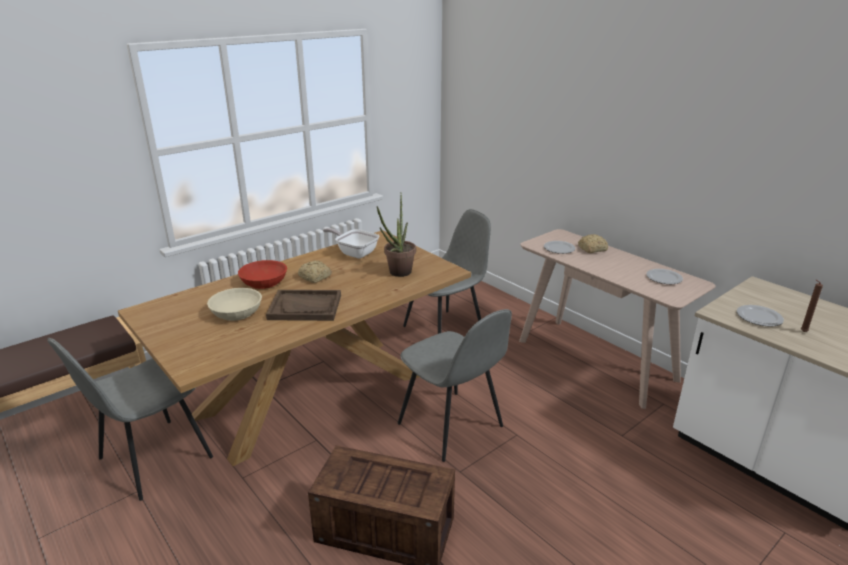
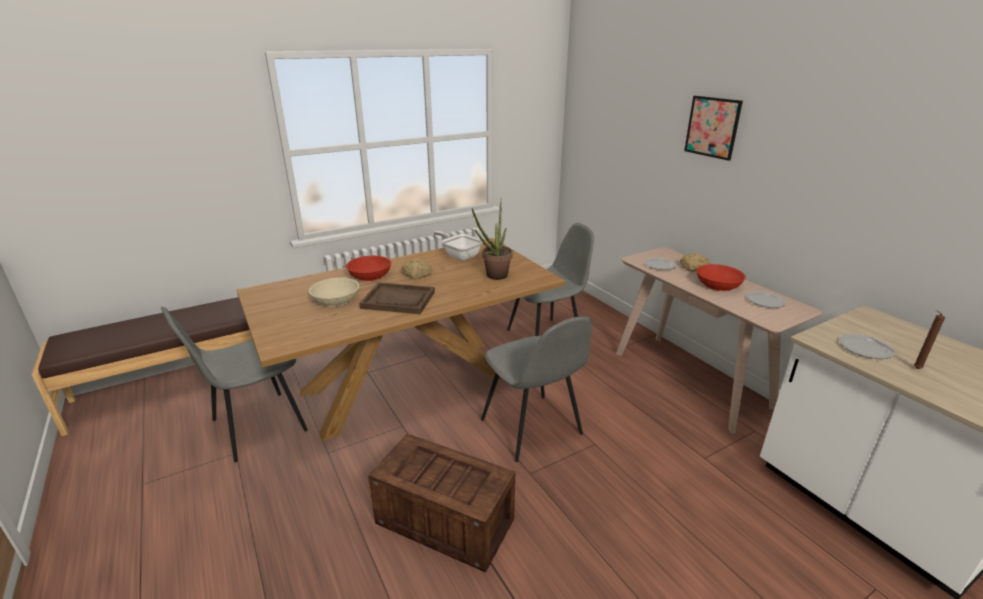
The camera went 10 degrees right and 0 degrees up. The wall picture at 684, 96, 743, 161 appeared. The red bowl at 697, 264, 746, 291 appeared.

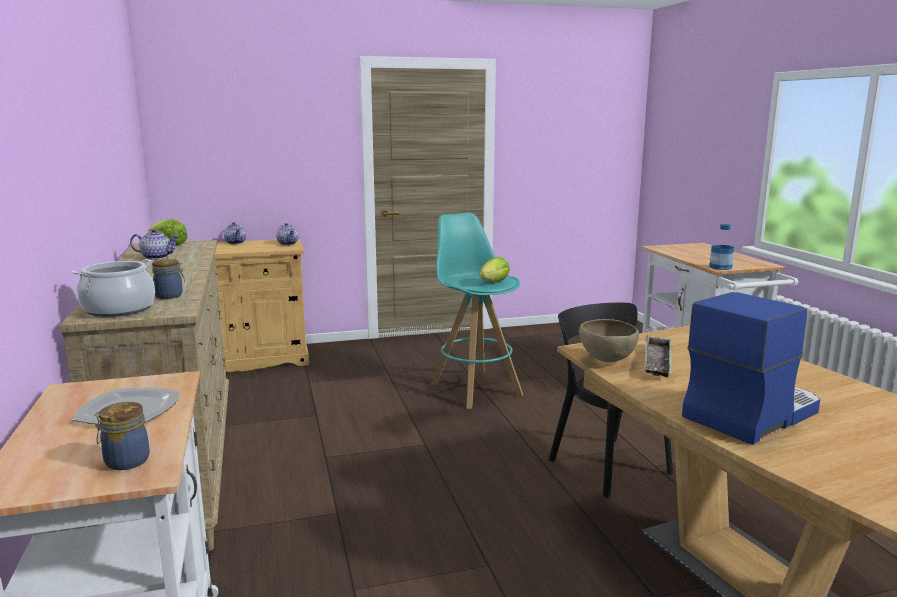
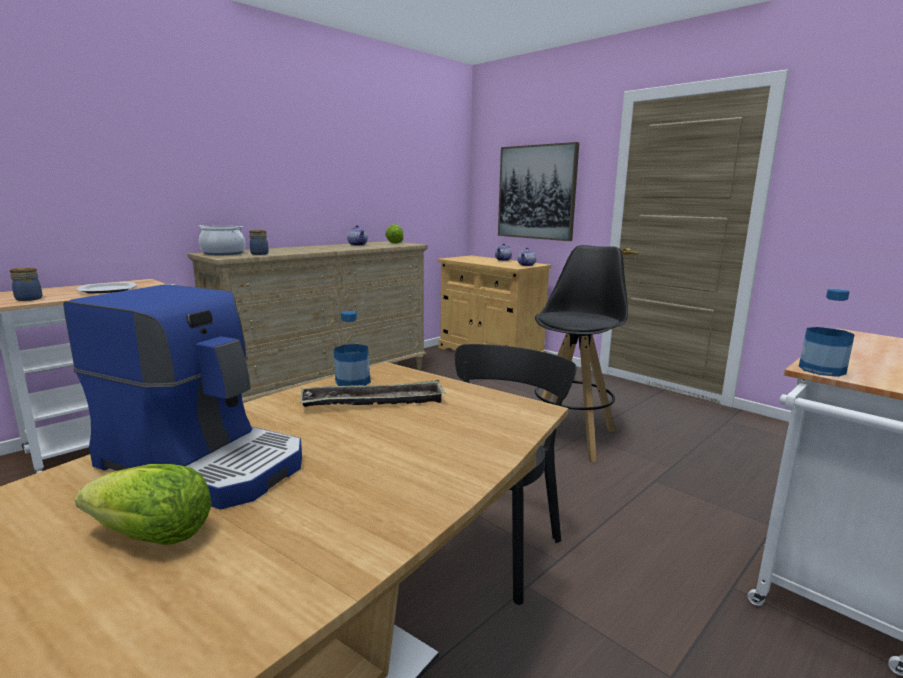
The camera went 60 degrees right and 0 degrees up. The wall picture at 498, 142, 579, 241 appeared. The head of lettuce moved from 479, 257, 510, 282 to 75, 464, 212, 545. The brownish bowl at 579, 319, 639, 362 was replaced by the beverage bottle at 334, 311, 371, 386. The turquoise sitting stool at 431, 212, 523, 409 became the blackish sitting stool at 535, 245, 628, 462.

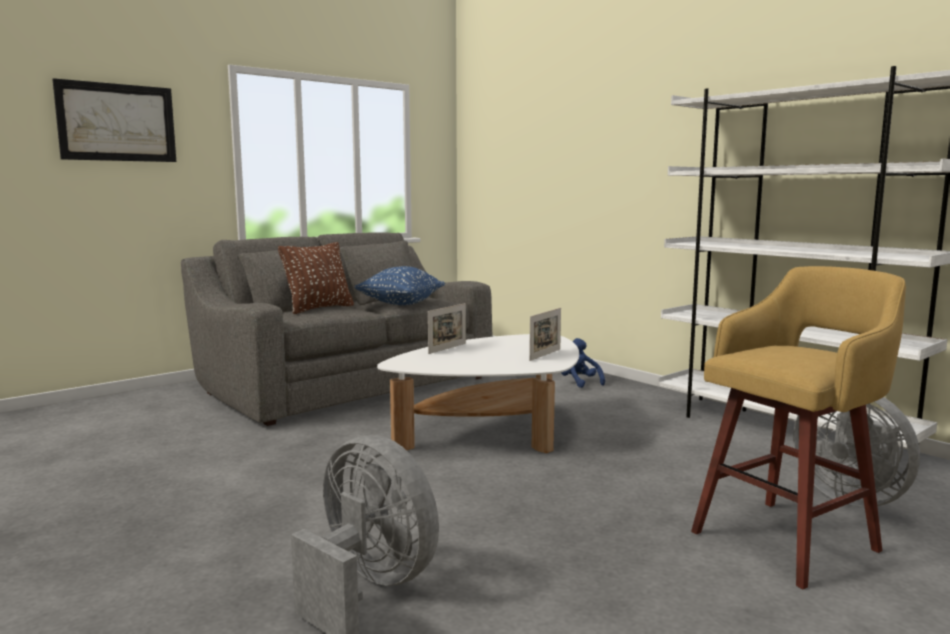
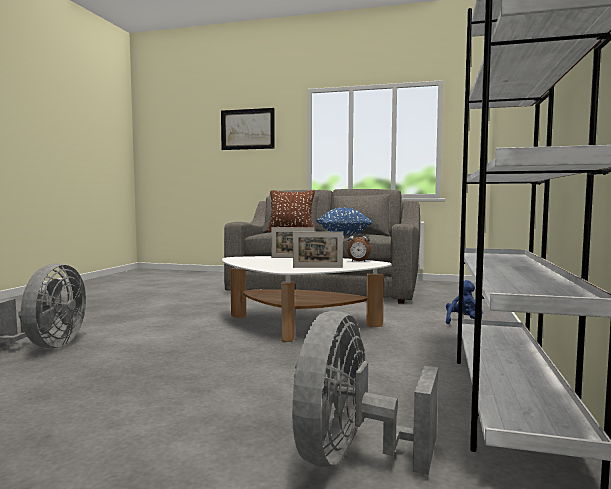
The camera went 55 degrees right and 5 degrees down. The yellow sitting stool at 691, 266, 906, 589 disappeared. The table clock at 347, 229, 371, 262 appeared.

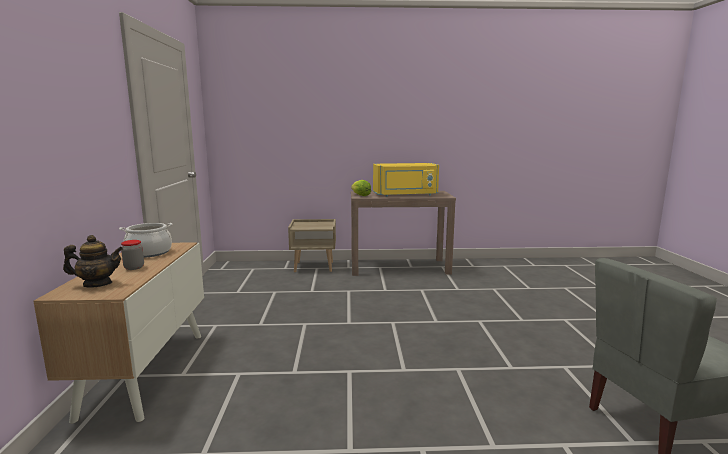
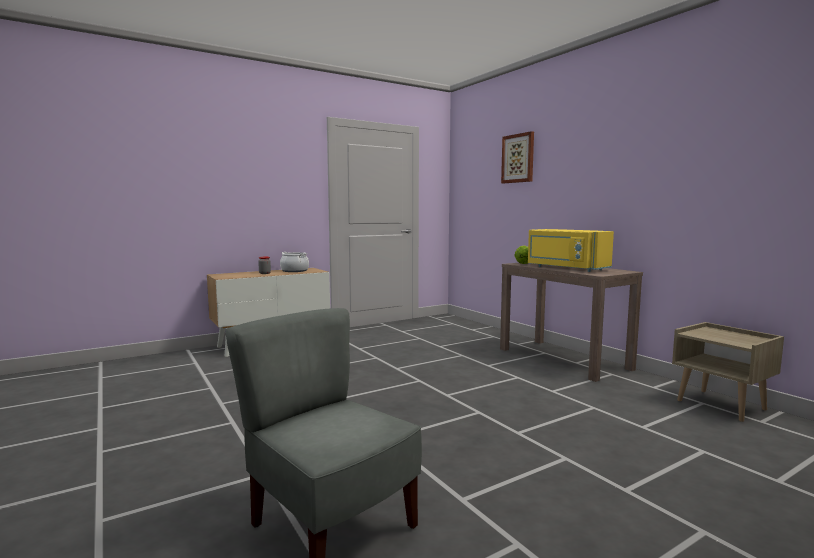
The camera went 60 degrees right and 5 degrees down. The pot for tea at 63, 235, 123, 288 disappeared. The wall picture at 501, 131, 534, 183 appeared. The beige-coloured nightstand moved from 288, 219, 336, 272 to 672, 322, 784, 422.

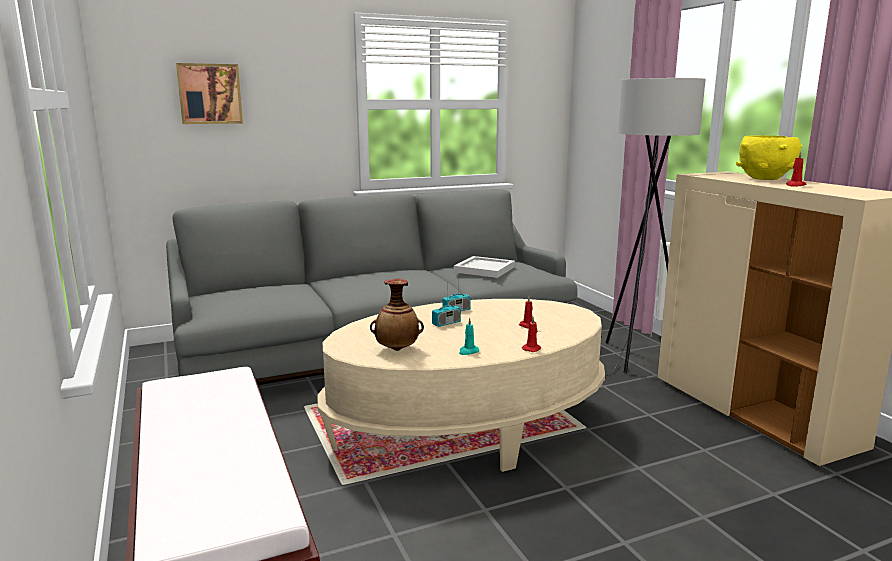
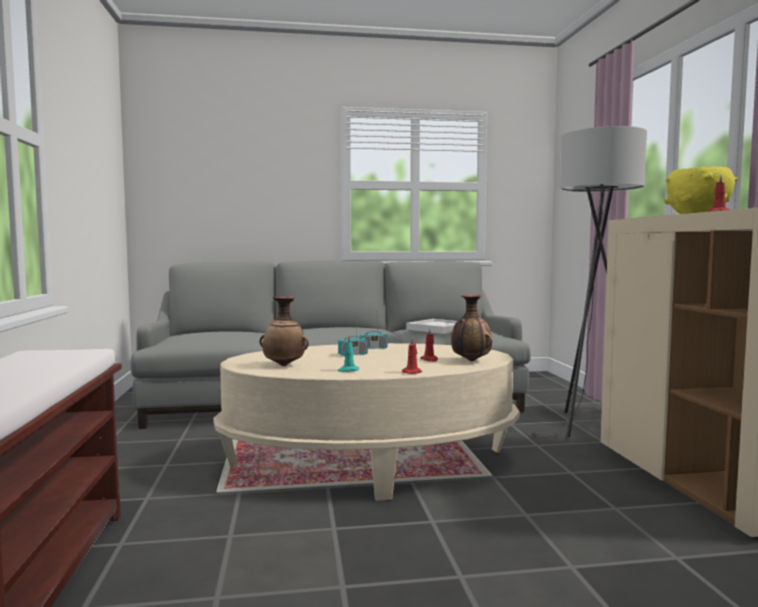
The camera went 15 degrees right and 10 degrees down. The wall picture at 176, 63, 243, 124 disappeared. The decorative vase at 451, 294, 493, 361 appeared.

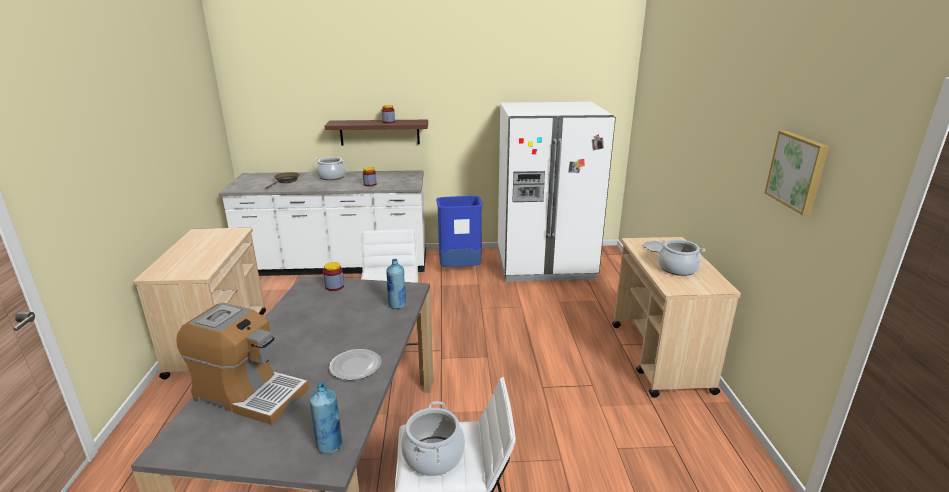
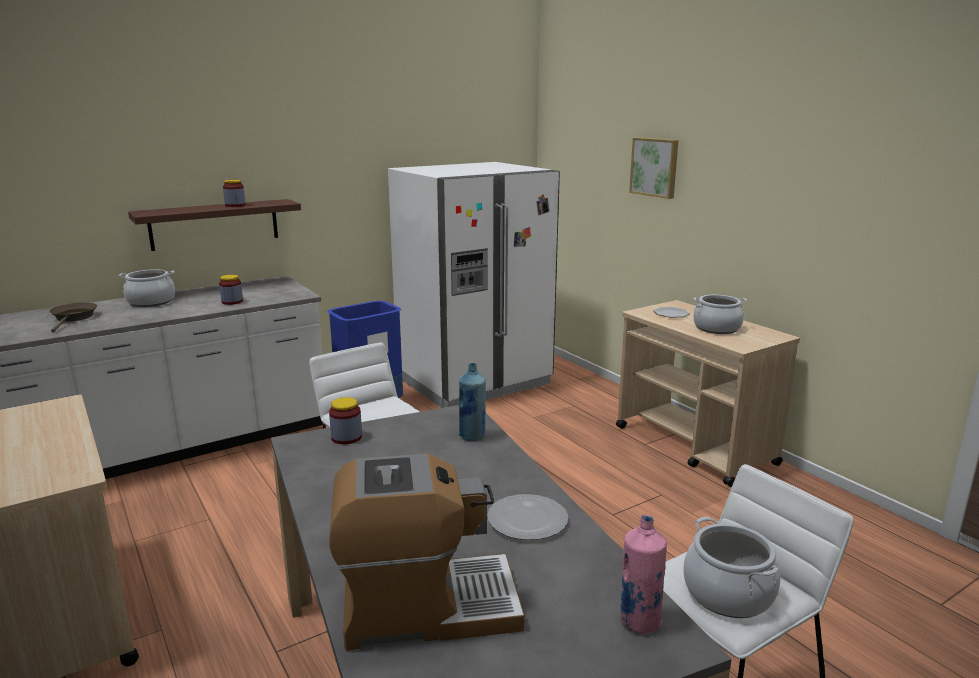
The camera went 30 degrees left and 5 degrees down. The wall picture moved from 765, 131, 829, 215 to 629, 137, 678, 199. The blue beverage bottle at 310, 382, 342, 454 became the pink beverage bottle at 620, 515, 667, 634.

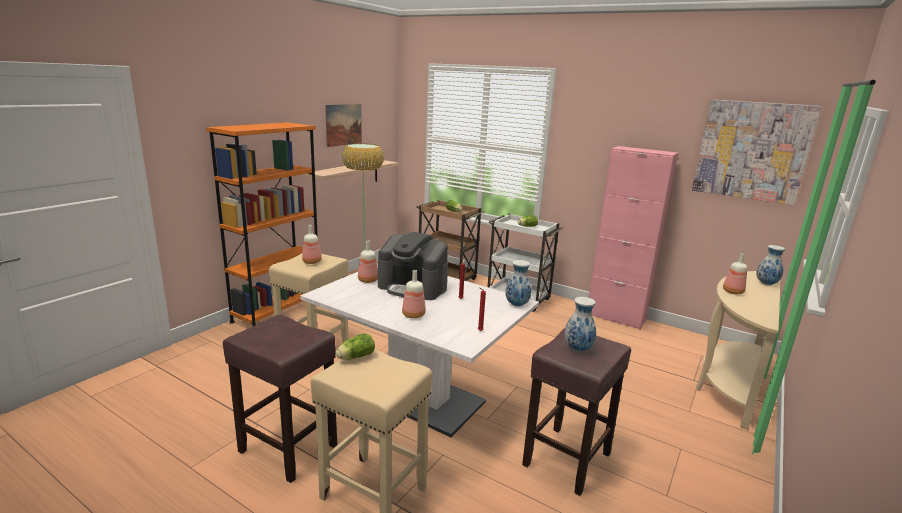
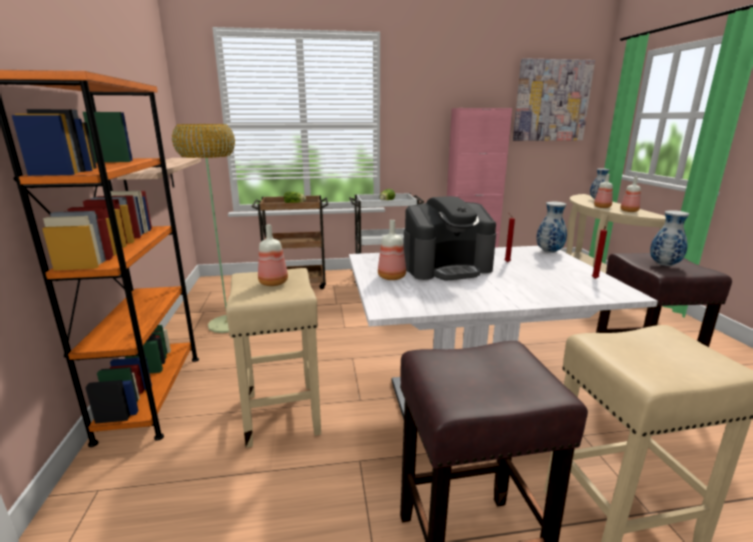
The camera went 40 degrees left and 0 degrees up. The wall picture at 325, 104, 362, 147 disappeared. The head of lettuce at 336, 334, 375, 360 disappeared. The beverage bottle moved from 402, 270, 426, 319 to 620, 176, 641, 212.

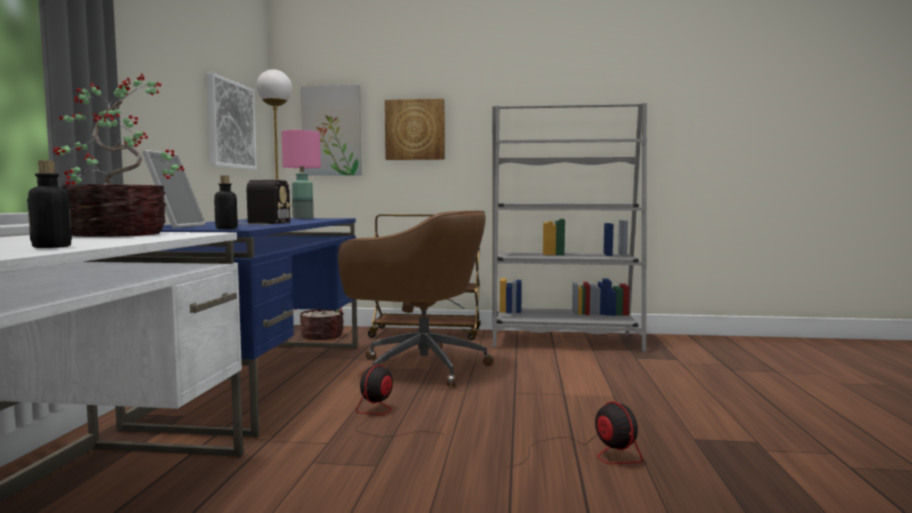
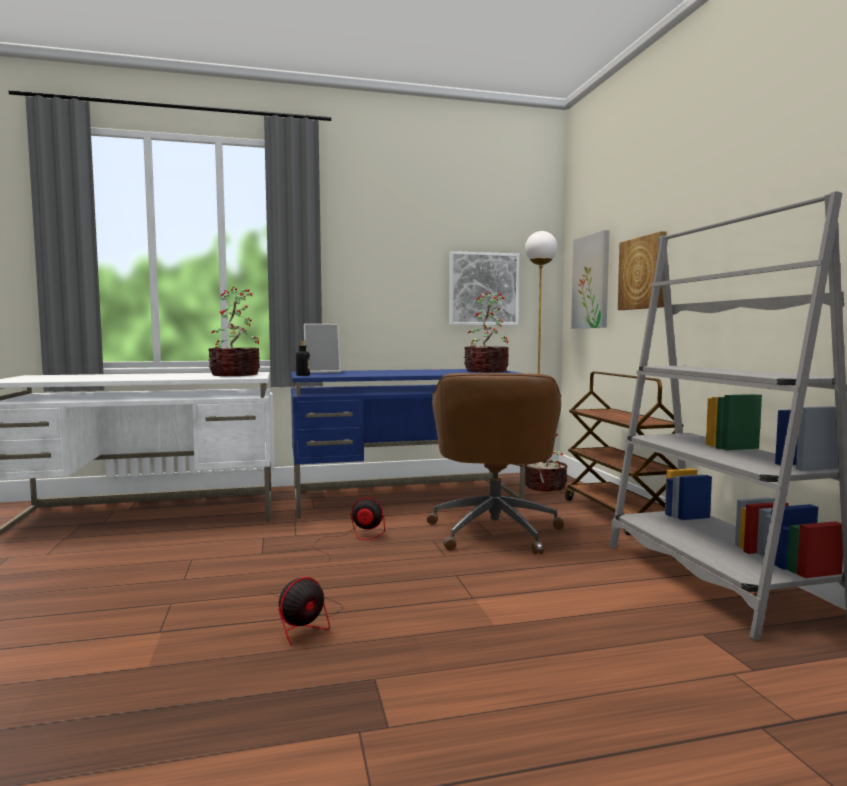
The camera went 70 degrees right and 0 degrees up. The beverage bottle at 27, 160, 72, 248 disappeared. The radio at 237, 180, 292, 225 disappeared. The pink tabletop lamp at 282, 130, 321, 219 was replaced by the potted plant at 464, 291, 509, 372.

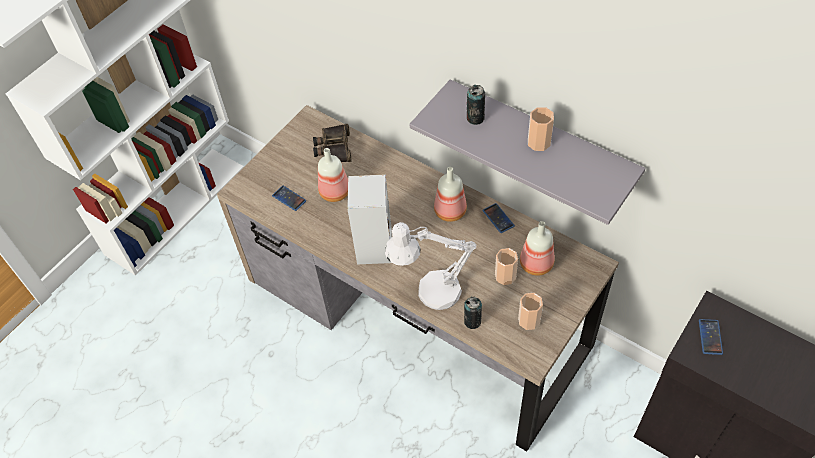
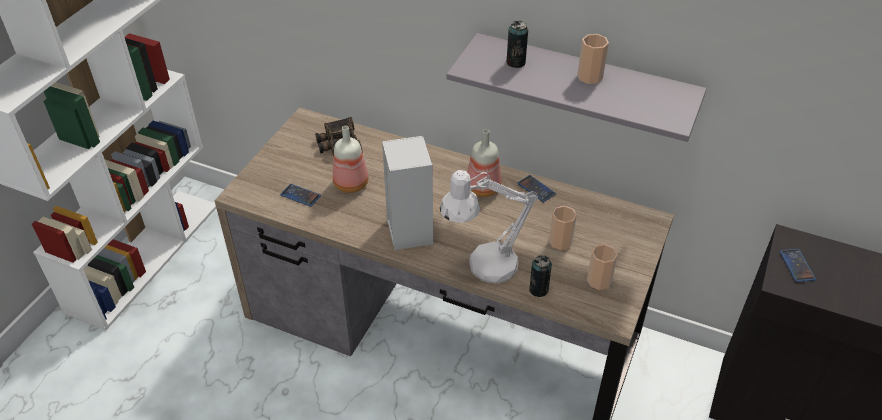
The camera went 15 degrees left and 10 degrees down. The beverage bottle at 520, 221, 555, 276 disappeared.

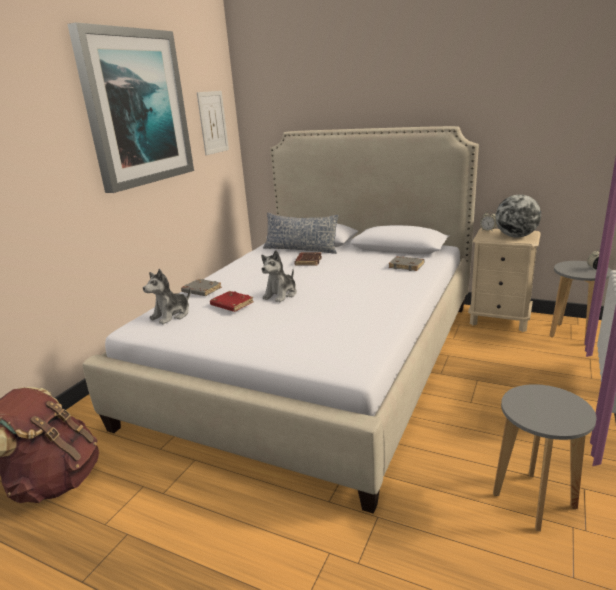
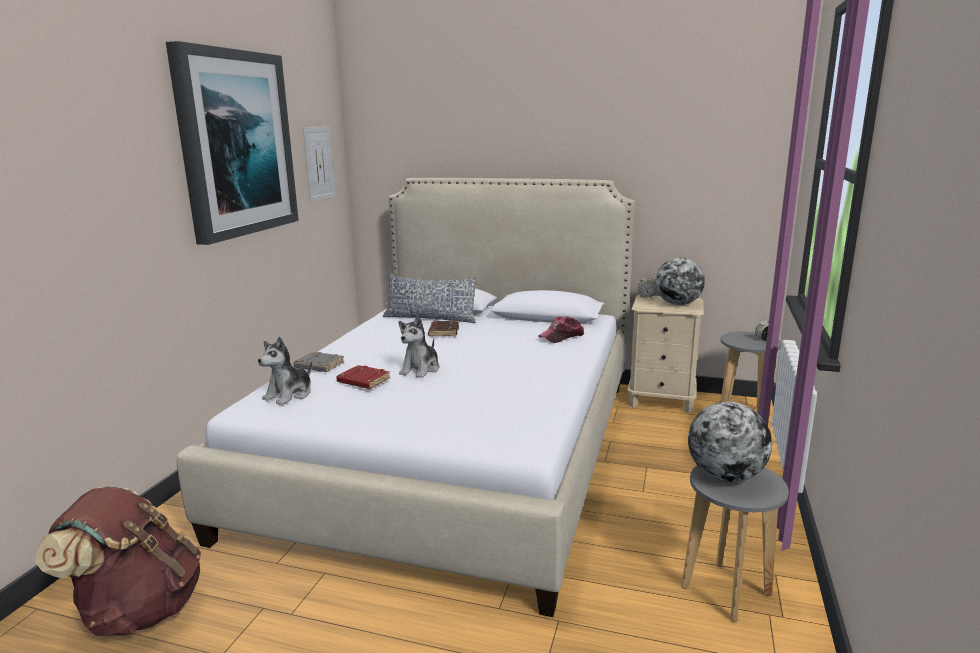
The camera went 10 degrees left and 5 degrees down. The desk globe at 688, 402, 772, 482 appeared. The grey bound book at 388, 256, 425, 271 was replaced by the baseball cap at 538, 316, 584, 343.

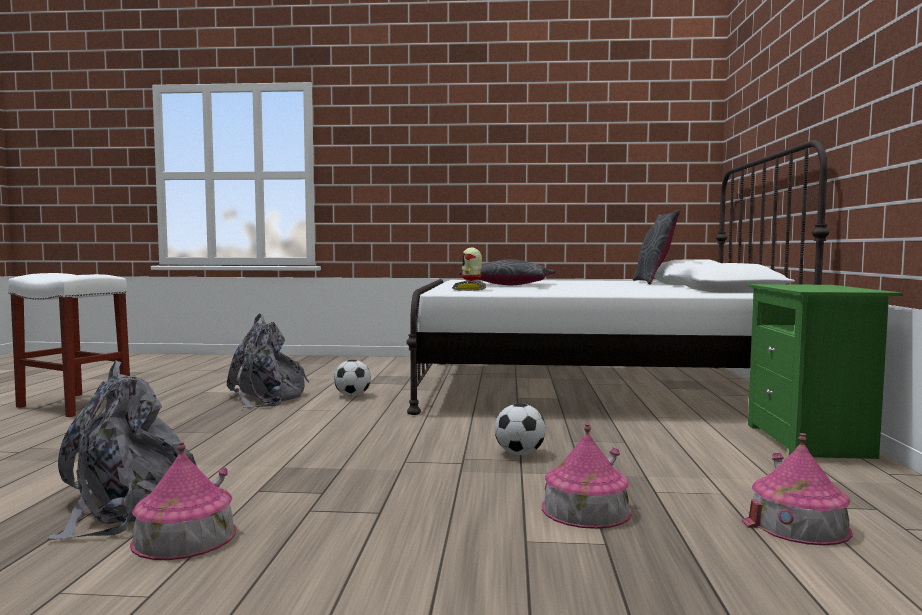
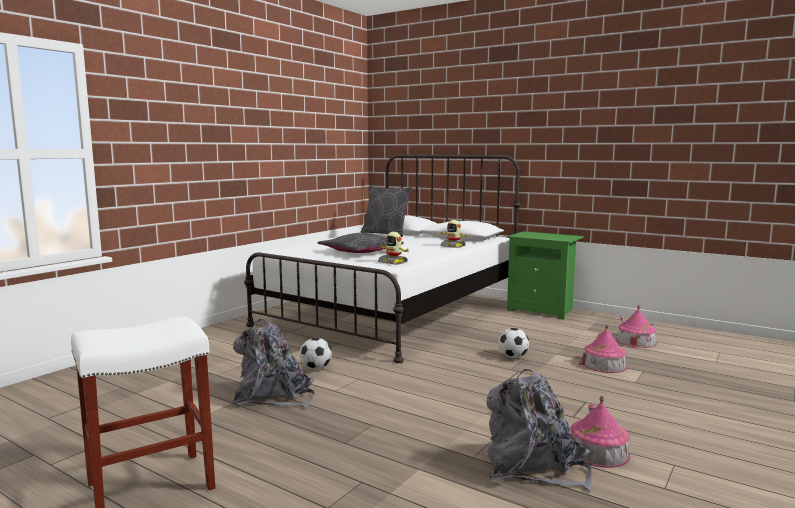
The camera went 60 degrees left and 5 degrees up. The robot figure at 440, 220, 468, 248 appeared.

